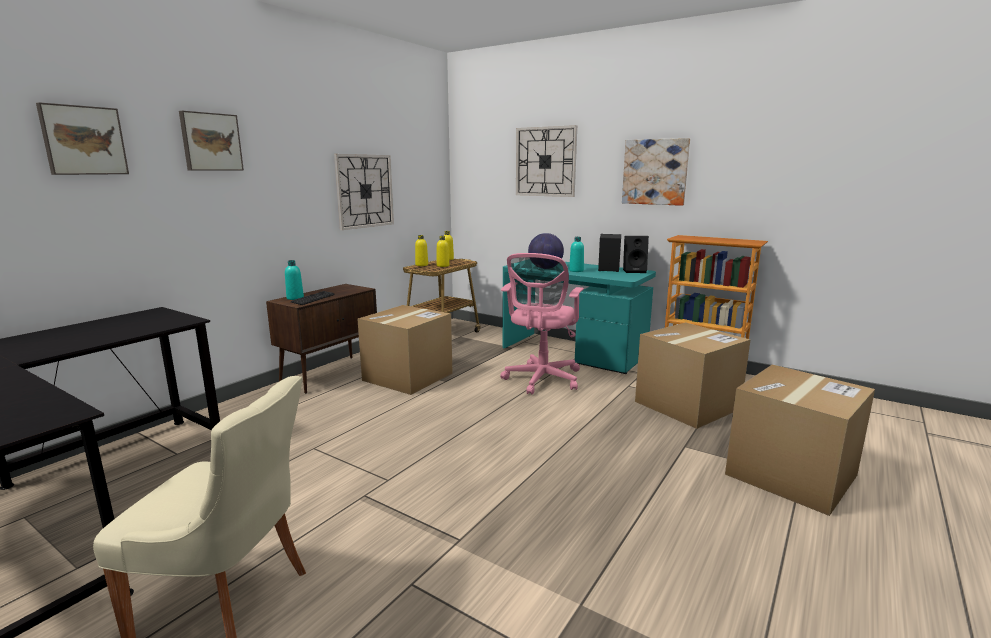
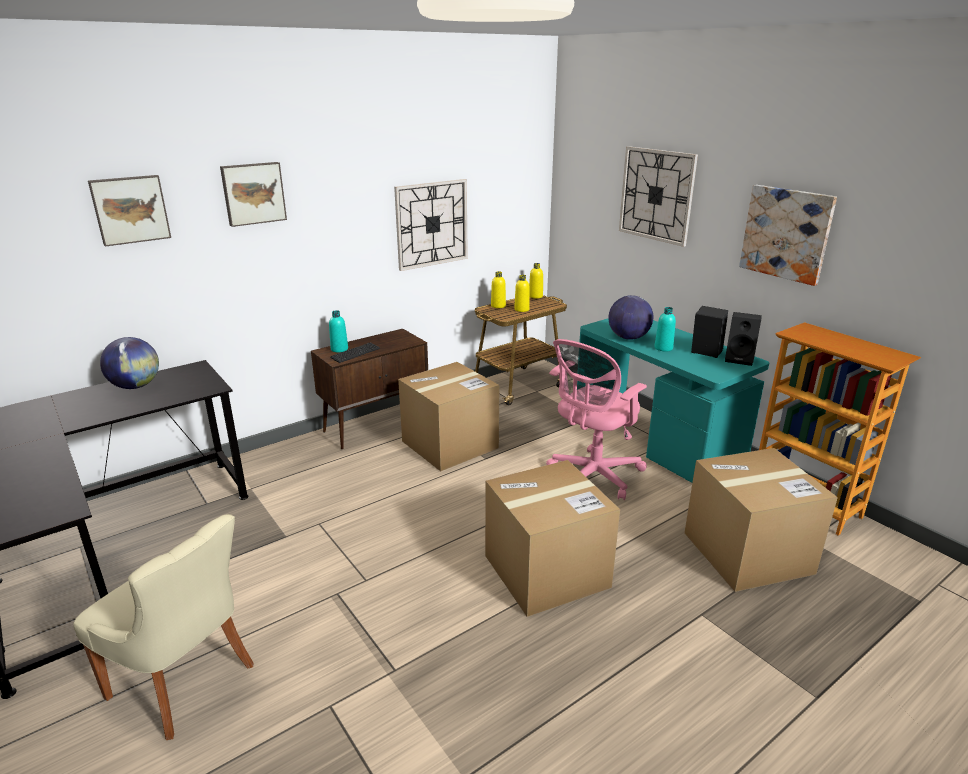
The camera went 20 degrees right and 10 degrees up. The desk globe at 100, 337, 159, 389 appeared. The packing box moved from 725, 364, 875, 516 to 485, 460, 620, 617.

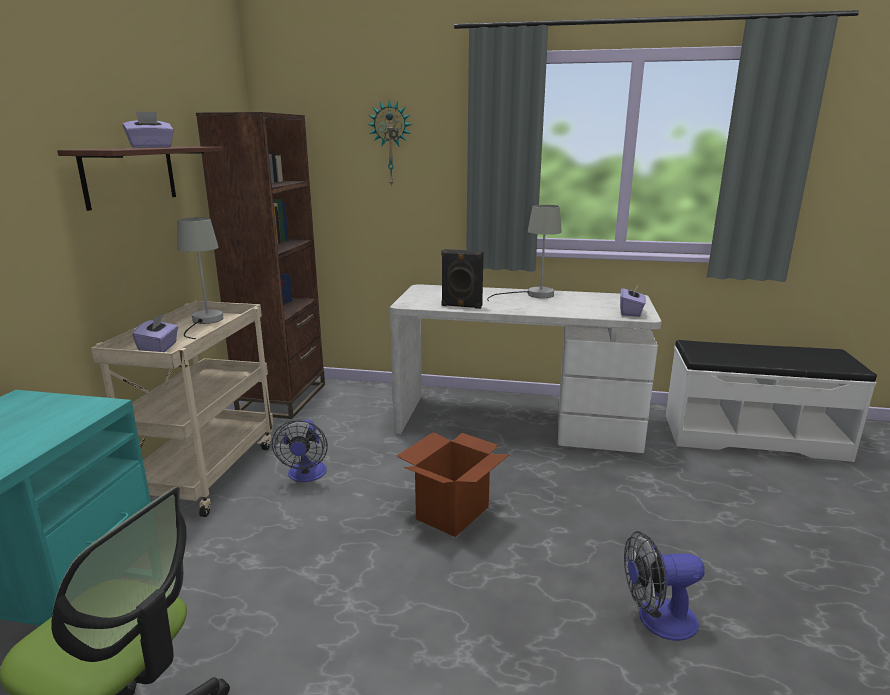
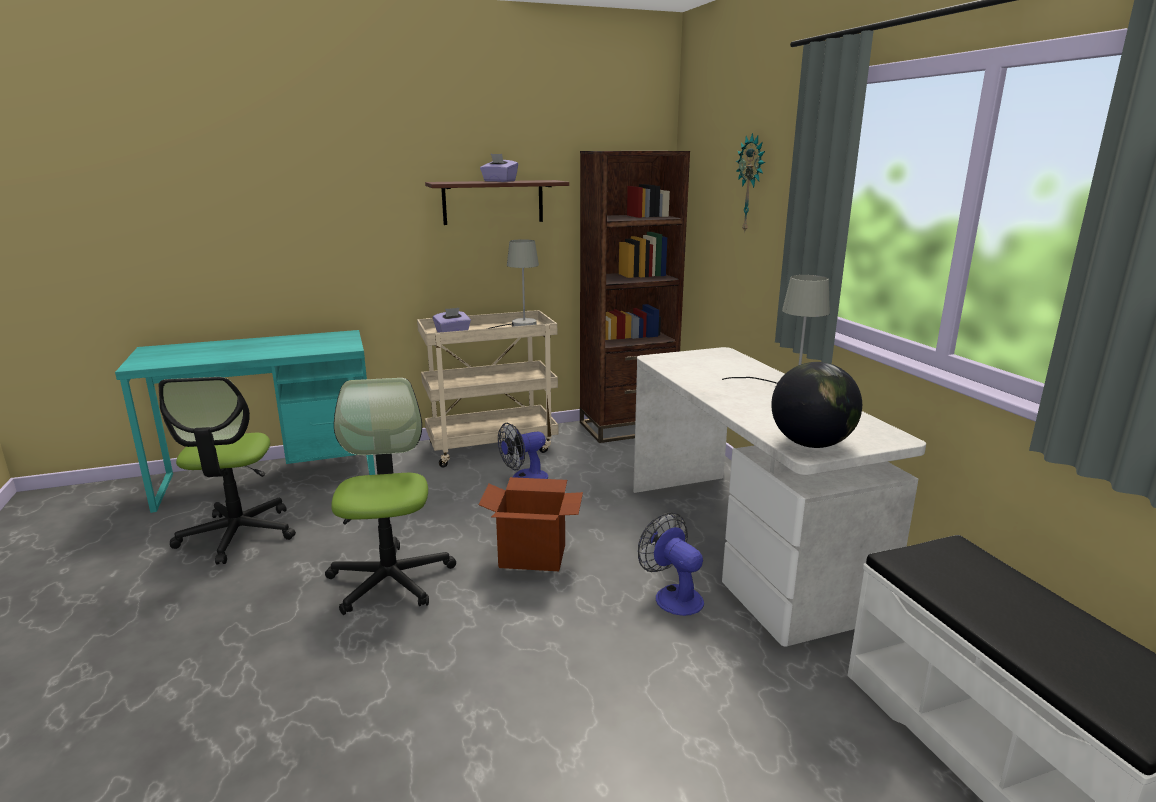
The camera went 60 degrees right and 0 degrees up. The blackish speaker at 441, 249, 484, 309 disappeared. The computer chair at 325, 378, 456, 615 appeared. The fan moved from 624, 531, 705, 641 to 638, 512, 704, 616. The purplish tissue holder at 620, 283, 646, 317 was replaced by the desk globe at 771, 362, 862, 448.

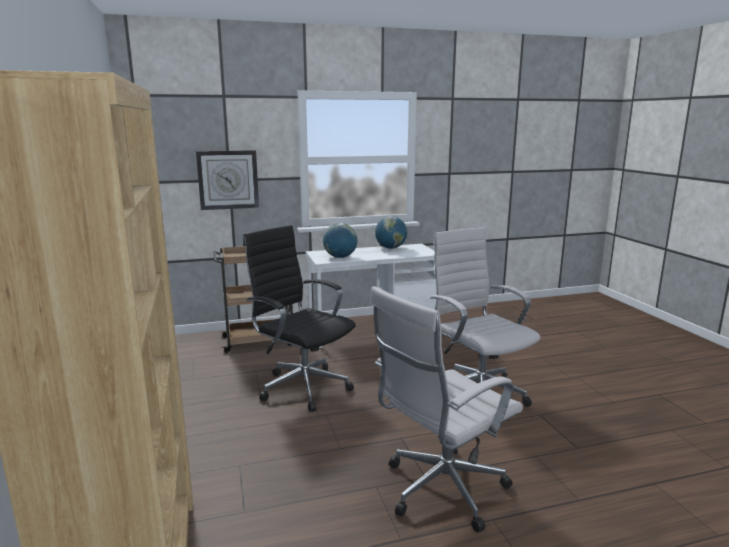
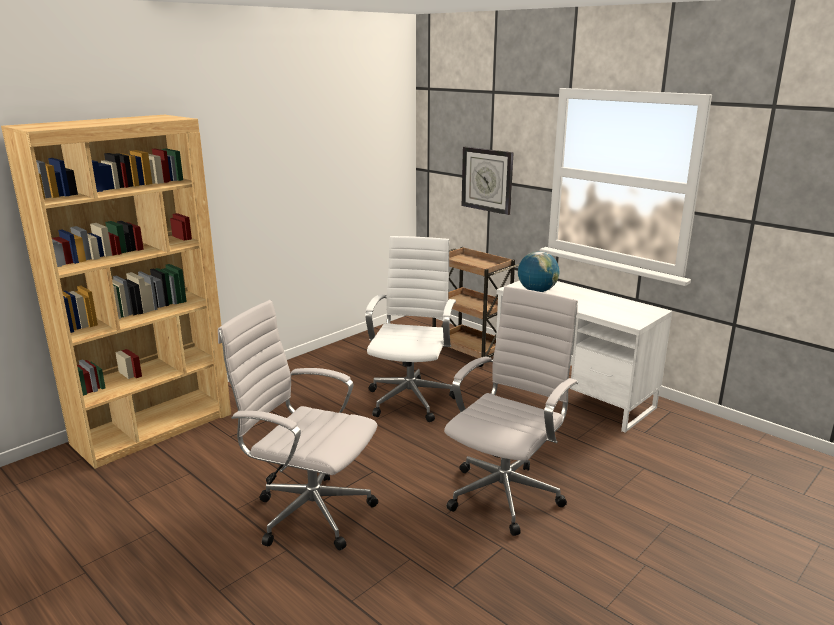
The camera went 60 degrees right and 5 degrees up. The desk globe at 375, 216, 407, 249 disappeared. The blackish computer chair at 243, 225, 355, 412 became the white computer chair at 365, 236, 456, 422.

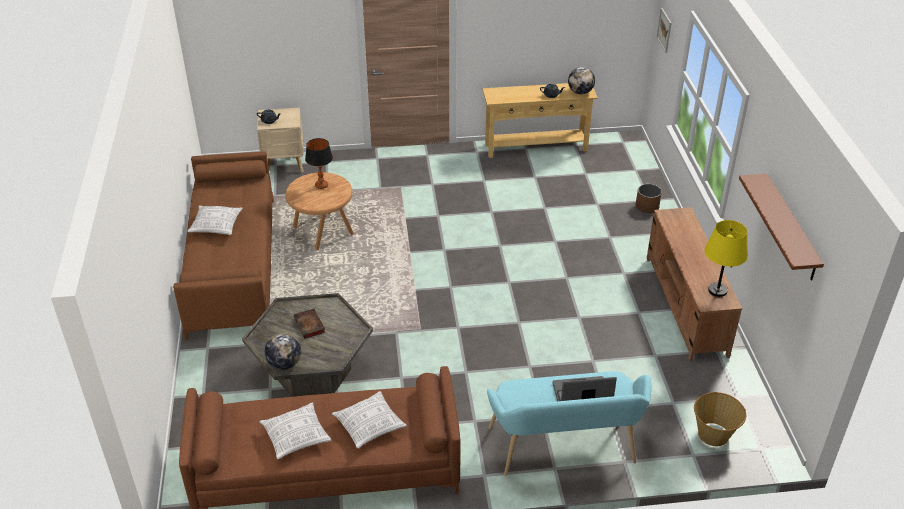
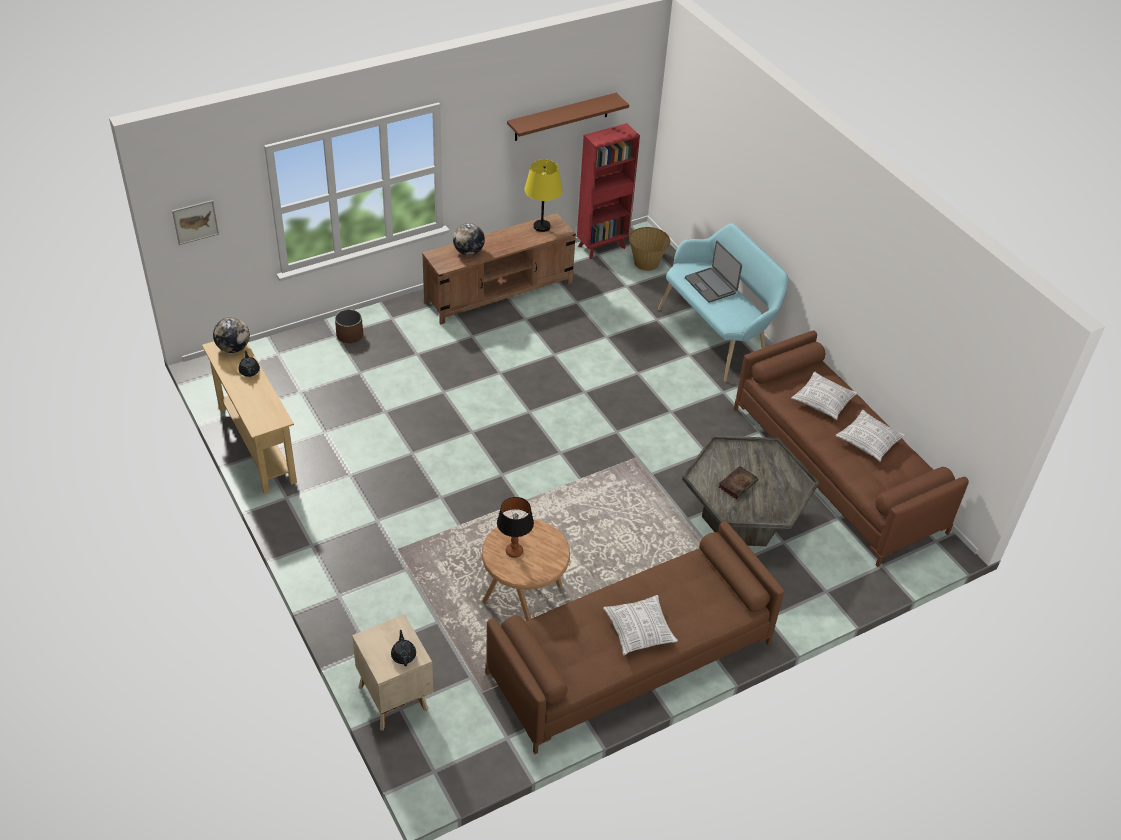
The camera went 115 degrees left and 5 degrees up. The red bookcase at 577, 123, 640, 259 appeared. The desk globe moved from 265, 333, 301, 370 to 453, 223, 485, 255.

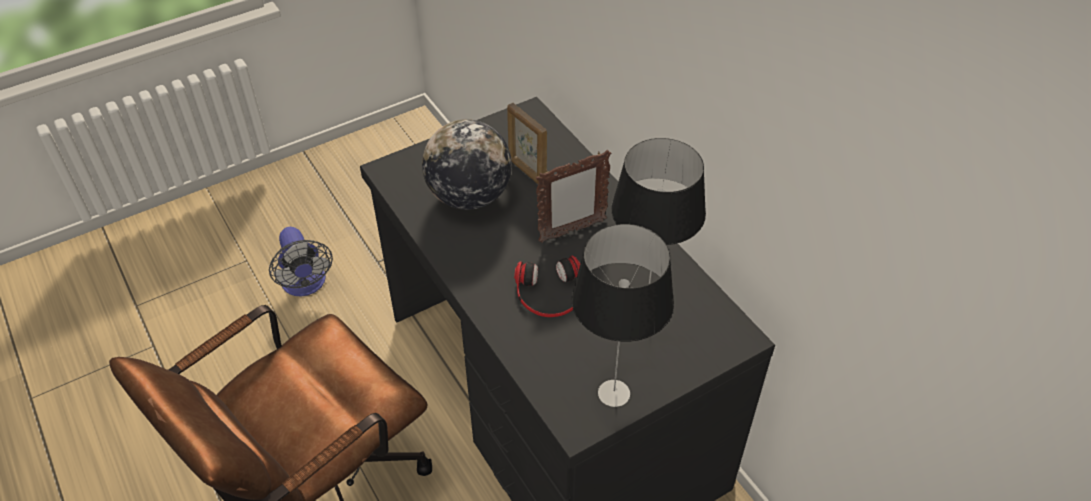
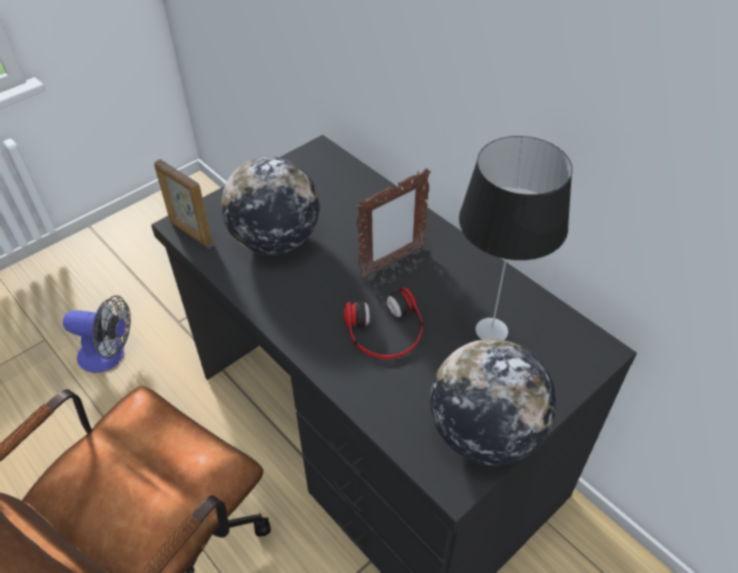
The camera went 10 degrees left and 0 degrees up. The photo frame moved from 507, 103, 547, 184 to 154, 159, 213, 247. The tabletop lamp at 572, 224, 674, 407 was replaced by the desk globe at 430, 339, 556, 465. The fan at 269, 227, 333, 296 turned 45 degrees counterclockwise.

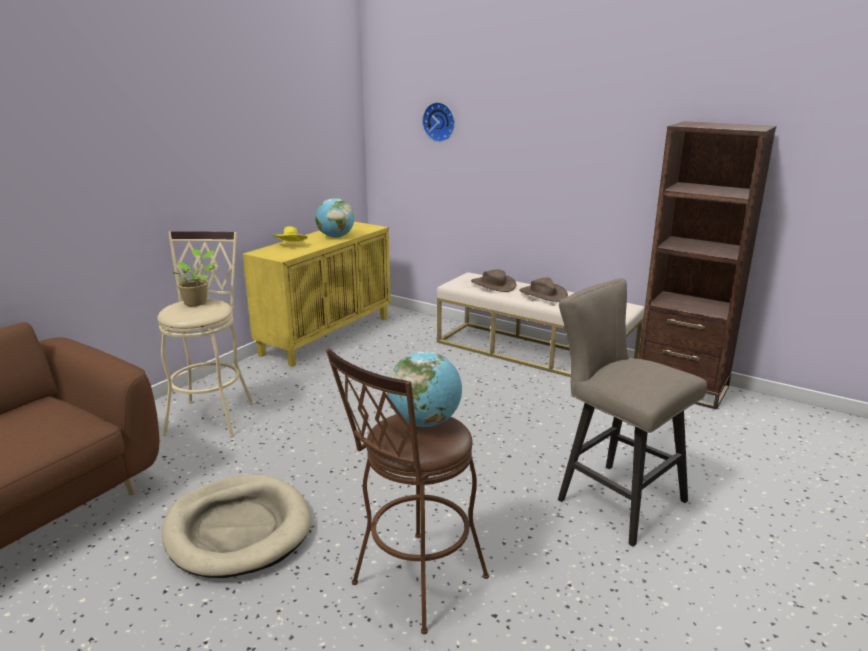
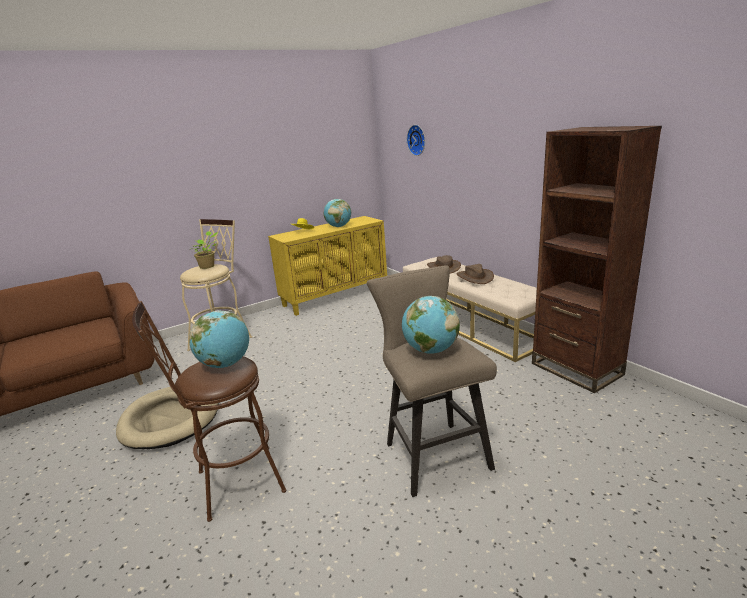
The camera went 25 degrees right and 0 degrees up. The desk globe at 402, 296, 460, 354 appeared.

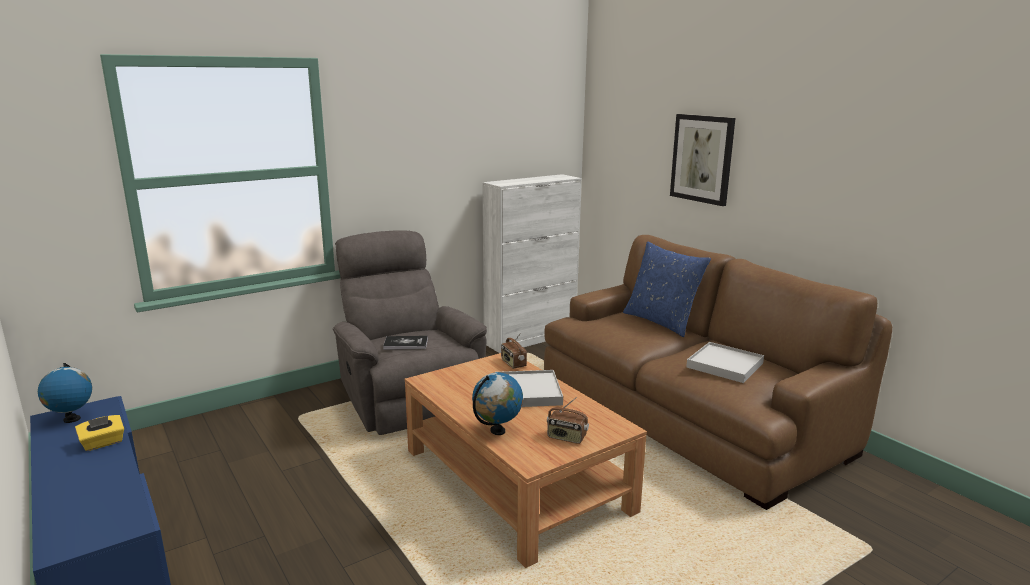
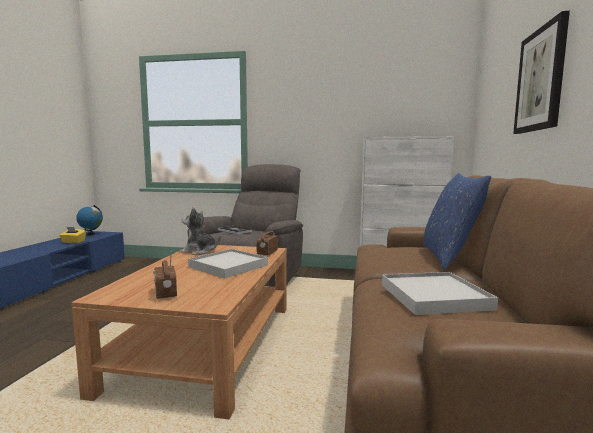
The camera went 45 degrees right and 10 degrees down. The desk globe at 472, 372, 523, 435 disappeared. The cuddly toy at 181, 207, 221, 255 appeared.

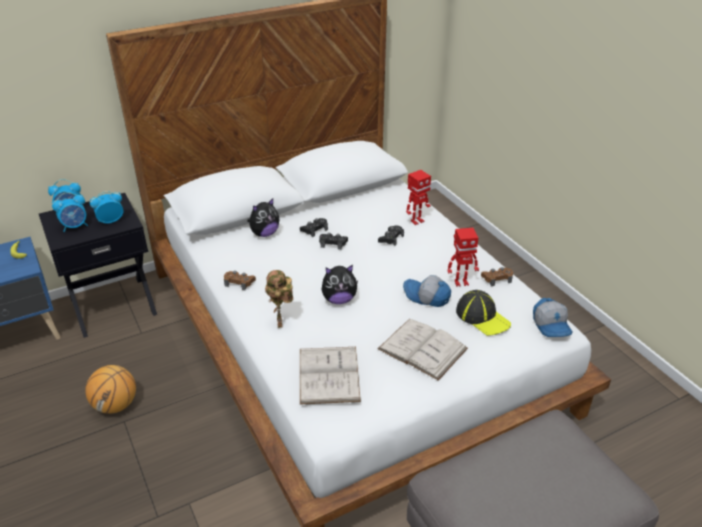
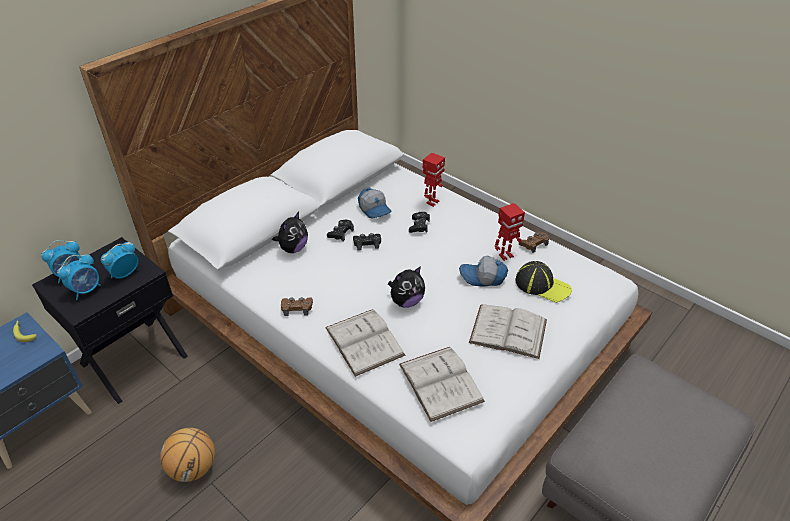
The camera went 20 degrees left and 5 degrees up. The baseball cap moved from 533, 298, 573, 337 to 358, 188, 392, 219. The robot figure at 265, 270, 293, 328 was replaced by the white bound book at 325, 309, 405, 377.

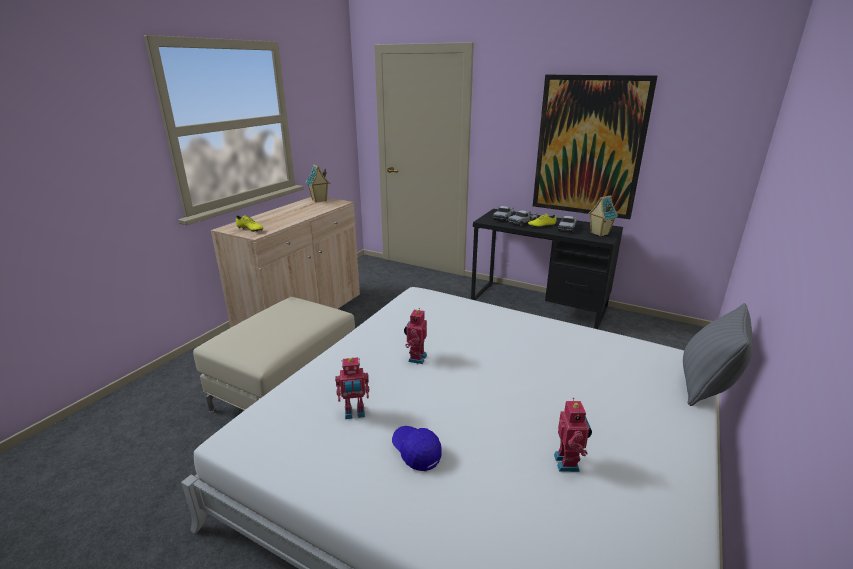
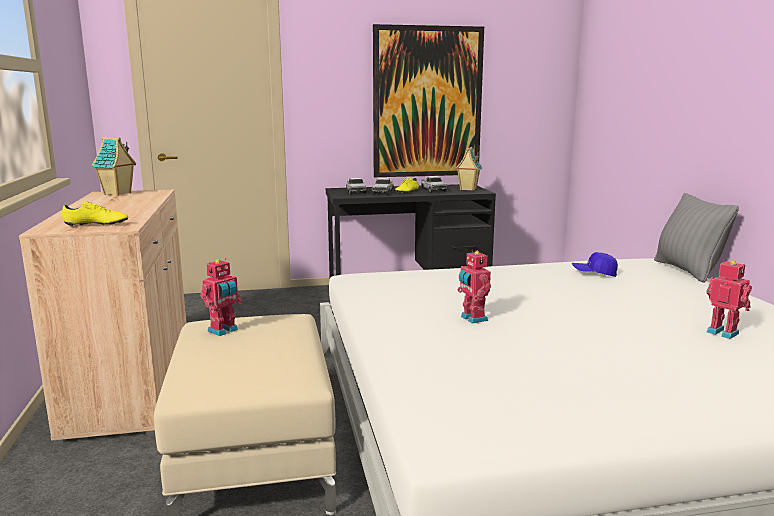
The camera went 40 degrees left and 10 degrees down. The robot figure moved from 335, 357, 369, 419 to 200, 258, 242, 336. The blue baseball cap moved from 392, 426, 441, 471 to 572, 252, 618, 277.

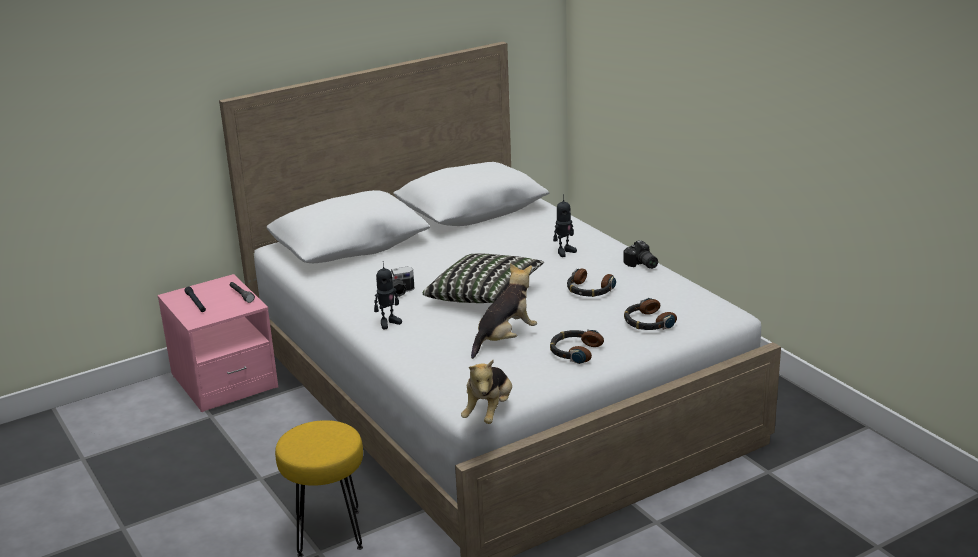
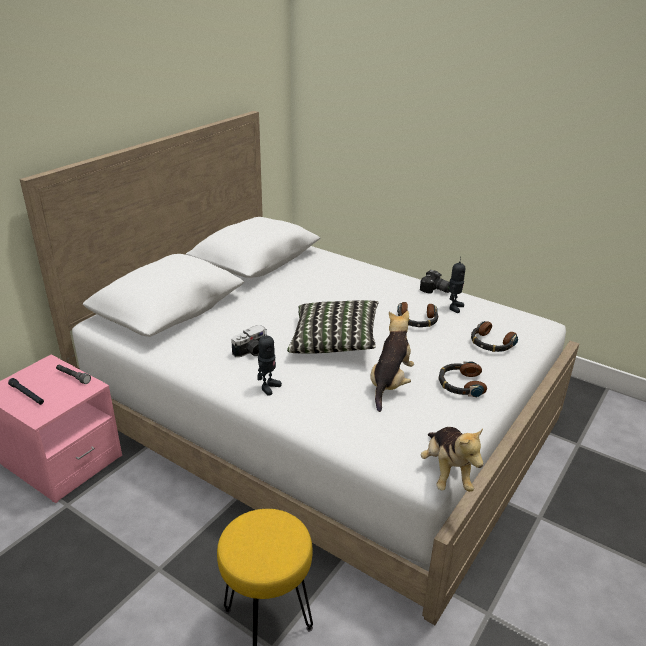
The camera went 25 degrees left and 5 degrees up. The robot figure moved from 553, 194, 577, 257 to 449, 256, 465, 313.

